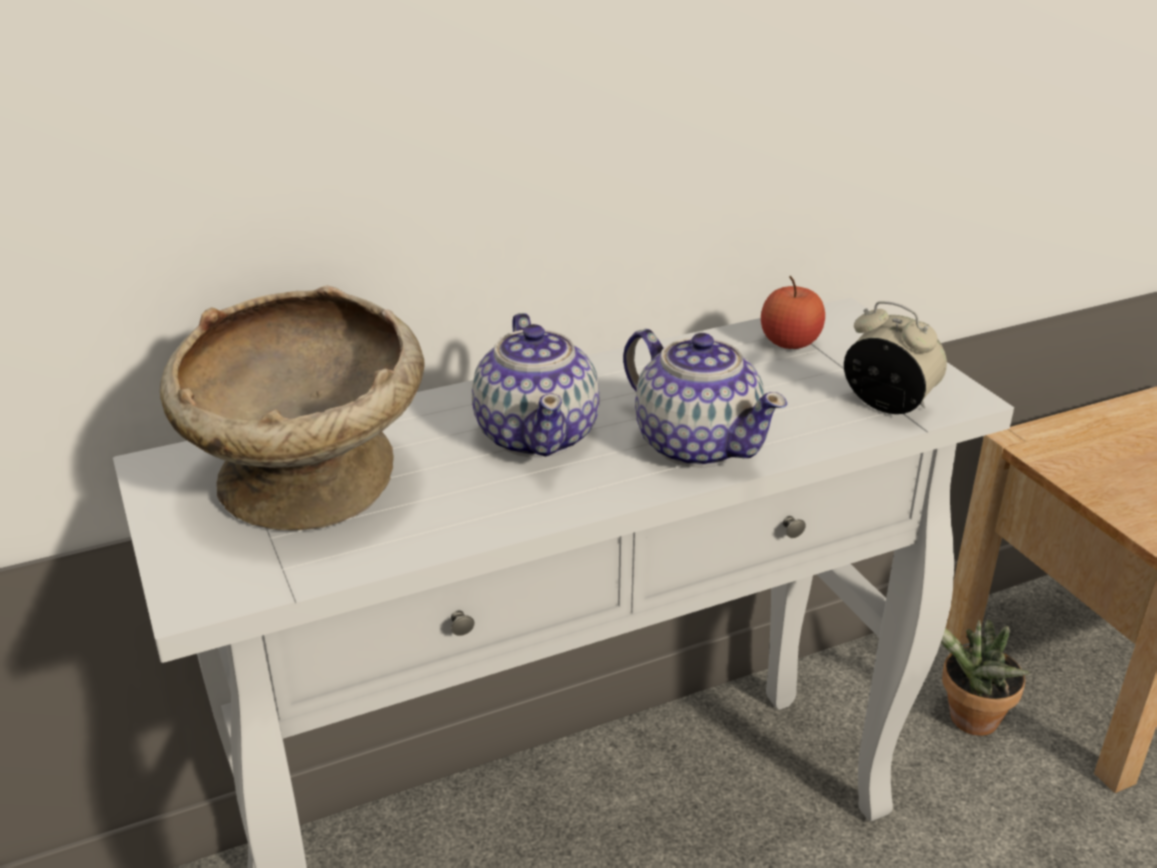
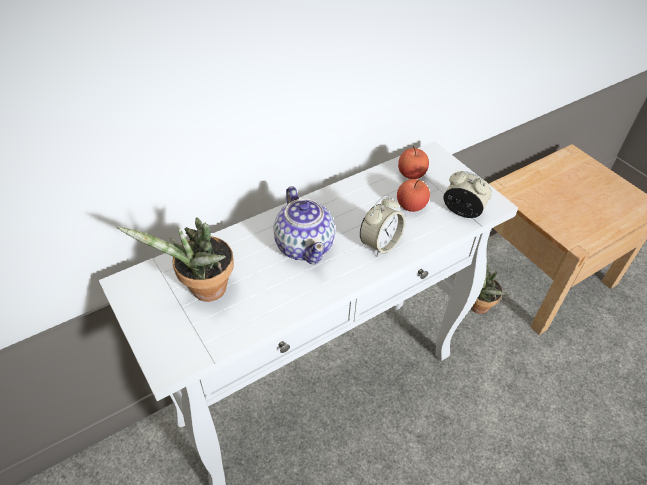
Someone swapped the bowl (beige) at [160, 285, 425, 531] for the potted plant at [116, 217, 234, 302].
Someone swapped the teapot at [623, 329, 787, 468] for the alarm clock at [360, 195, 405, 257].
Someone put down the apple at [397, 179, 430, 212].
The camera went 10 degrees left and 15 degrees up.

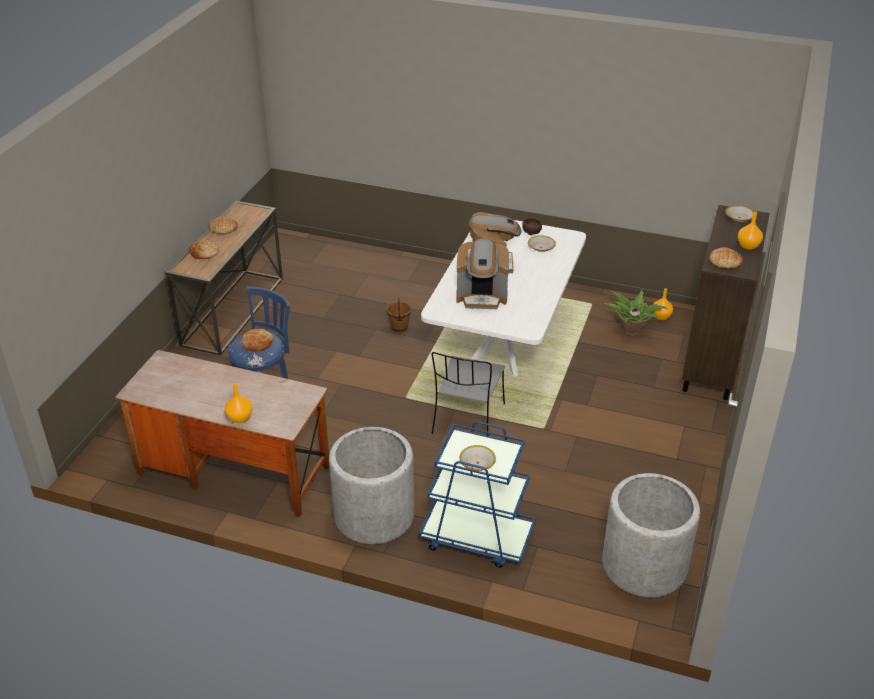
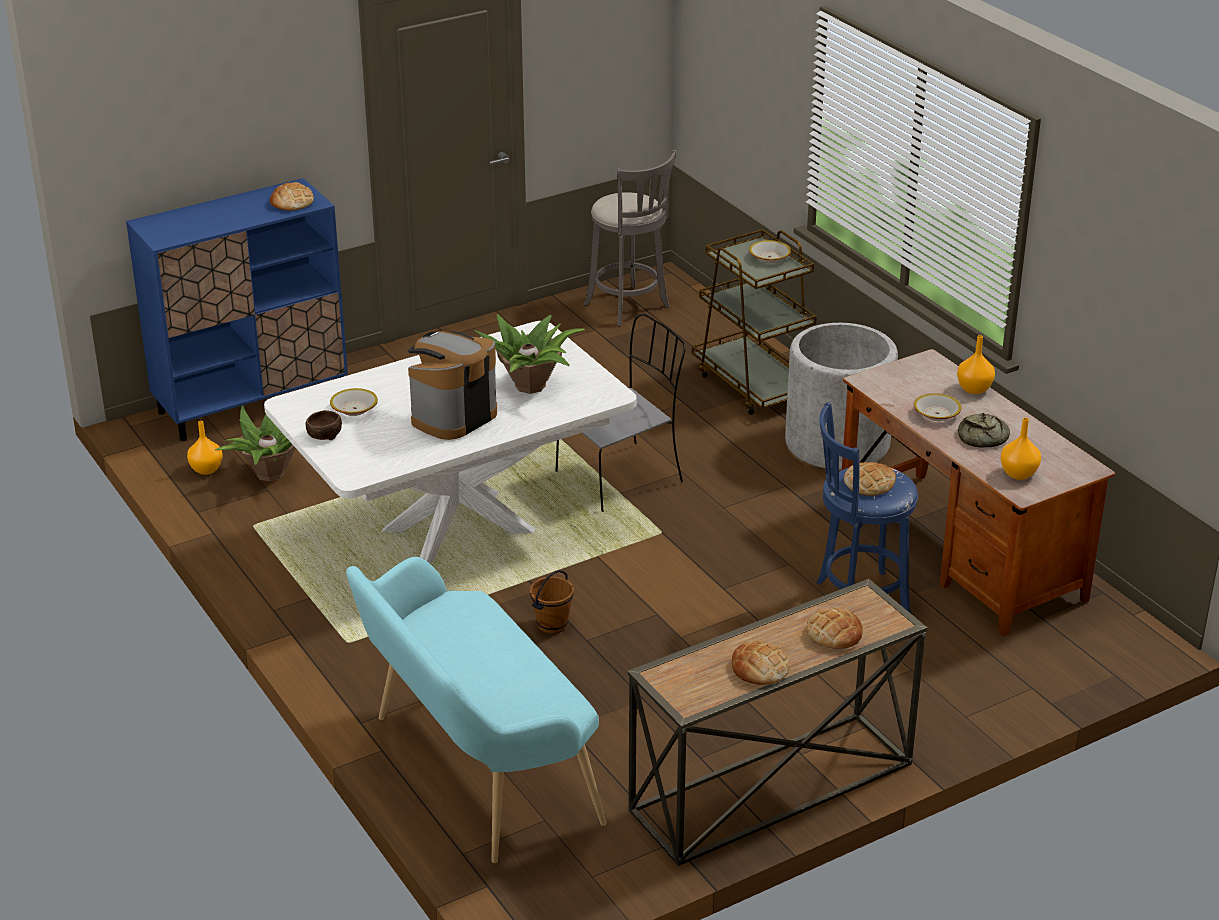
Someone repainted the cabinet (brown) at [682, 205, 770, 400], which became the cabinet (blue) at [126, 178, 348, 441].
Someone carried the bowl from [725, 205, 754, 222] to [913, 393, 962, 421].
Someone carried the vase (orange) from [738, 211, 763, 250] to [1001, 418, 1041, 480].
Someone swapped the coffee machine at [456, 238, 509, 309] for the potted plant at [474, 314, 585, 394].
Someone repainted the cart (blue) at [419, 421, 535, 568], which became the cart (brown) at [692, 229, 817, 415].
Someone swapped the planter (grey) at [602, 473, 700, 598] for the stool (grey) at [584, 150, 676, 326].
Someone put down the bread at [958, 413, 1010, 447].
Someone put down the bench (turquoise) at [346, 557, 607, 863].
The camera went 140 degrees left and 5 degrees down.

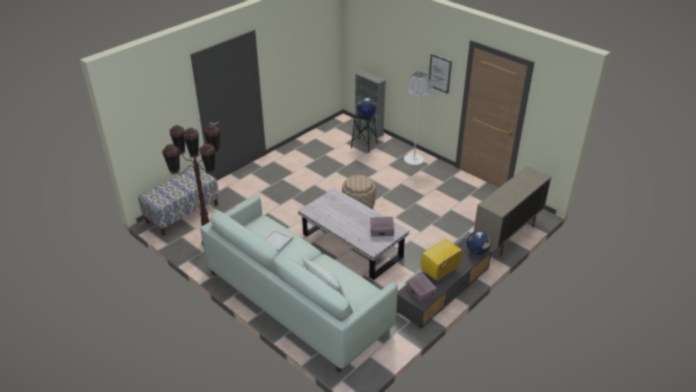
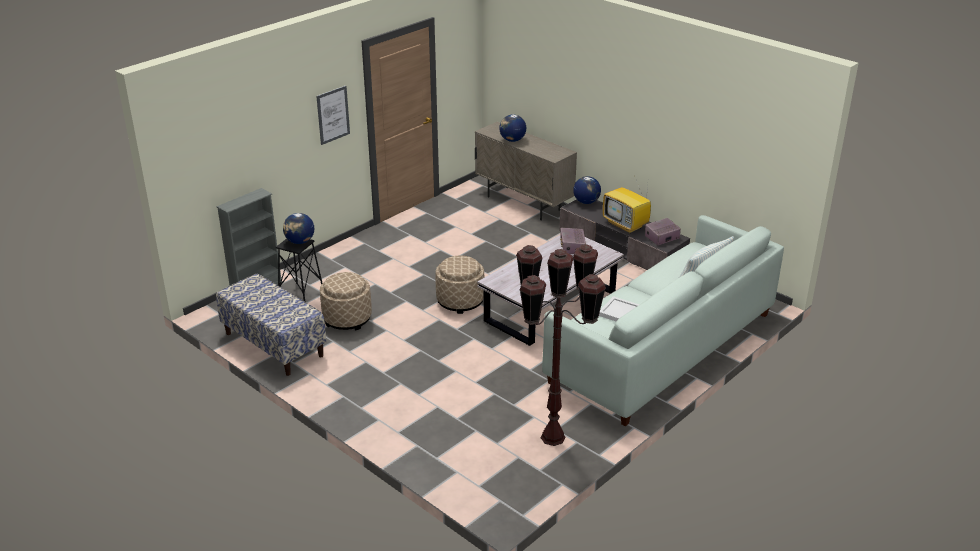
Someone took away the floor lamp (white) at [404, 71, 432, 165].
Someone carried the bench from [138, 168, 219, 236] to [216, 274, 326, 376].
Someone put down the globe at [499, 114, 526, 142].
Someone put down the ottoman (beige) at [320, 272, 372, 331].
The camera went 90 degrees left and 5 degrees down.

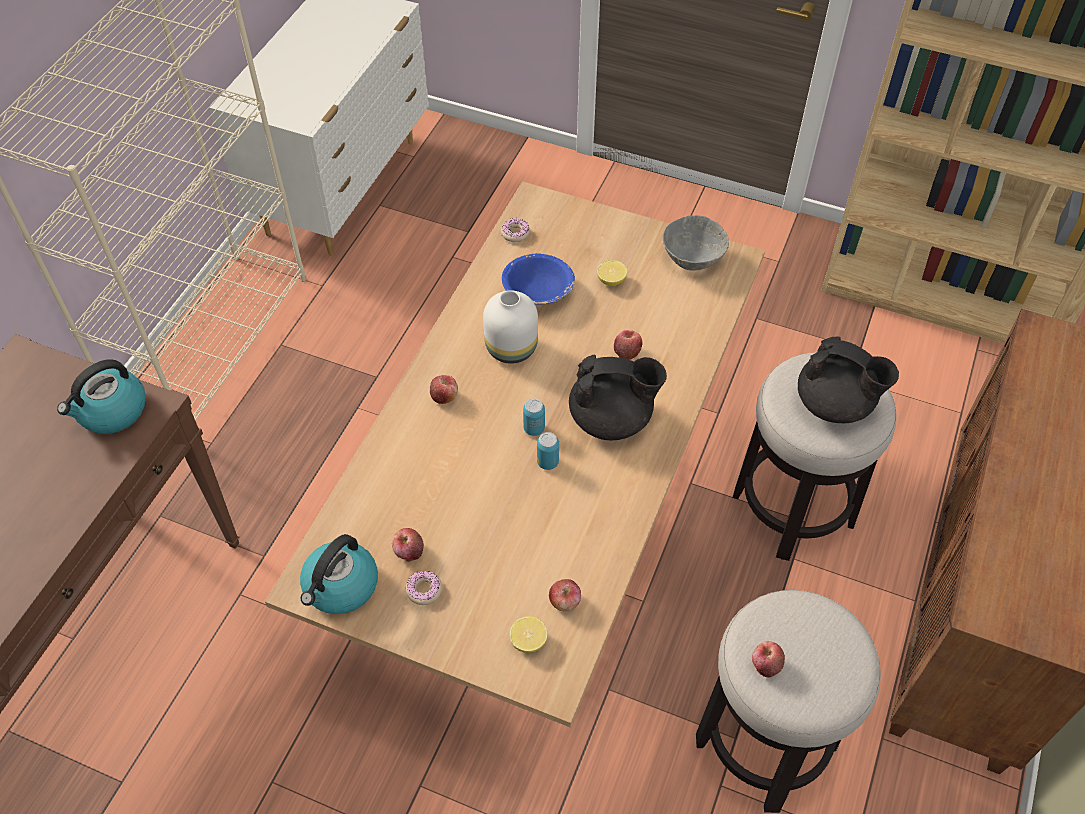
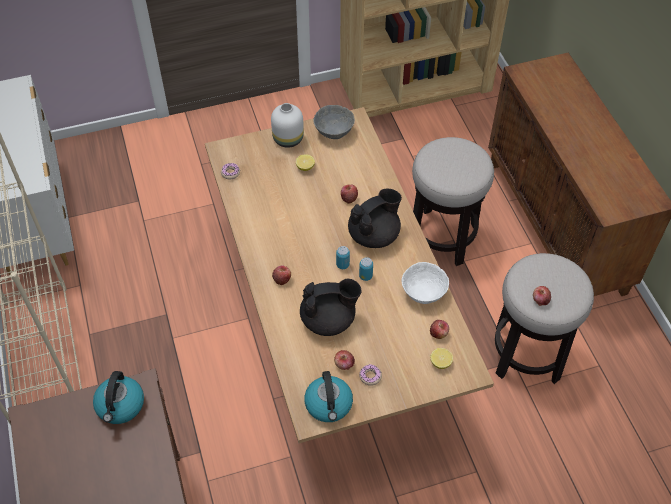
Someone took away the bowl (blue) at [502, 253, 575, 305].
Someone carried the vase (white) from [483, 290, 538, 364] to [271, 103, 304, 148].
Someone carried the teapot (black) from [798, 337, 899, 423] to [300, 279, 362, 336].
Someone put down the bowl (white) at [402, 262, 449, 304].
The camera went 40 degrees left and 0 degrees up.

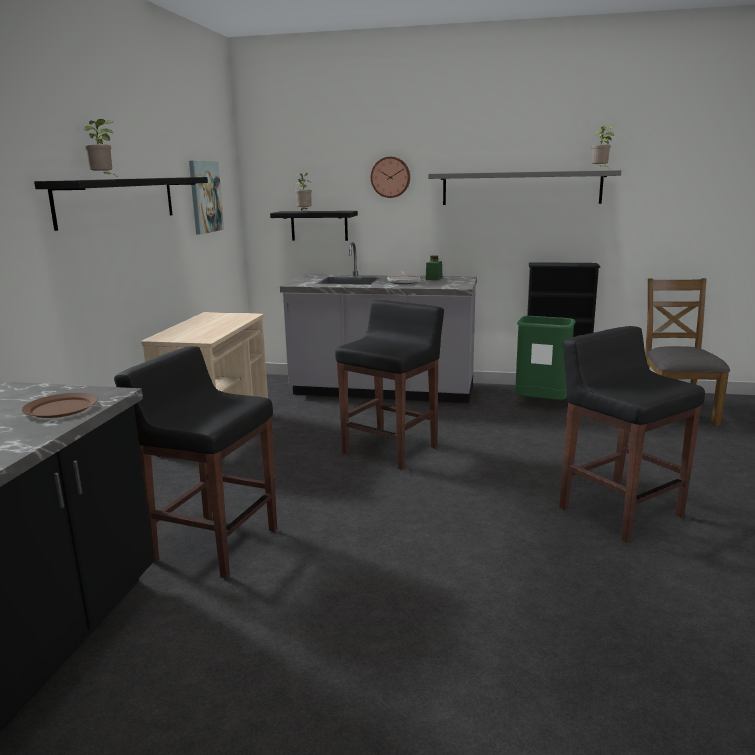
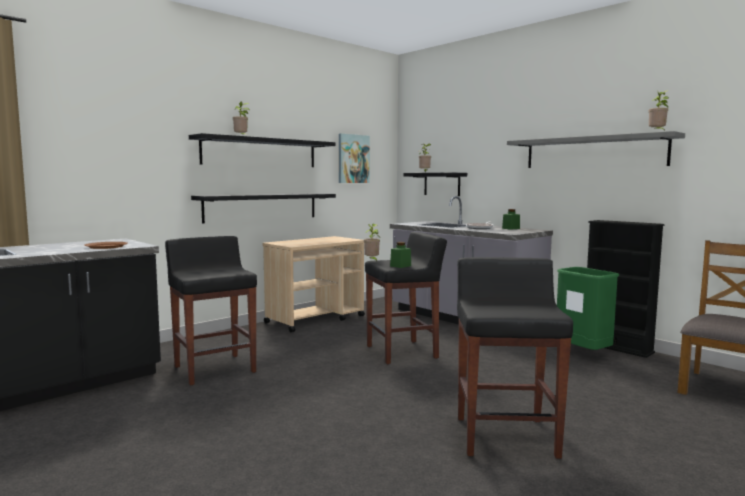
Someone took away the wall clock at [371, 157, 410, 198].
Someone put up the shelf (black) at [191, 193, 336, 223].
Someone put down the potted plant at [364, 224, 380, 262].
Someone put down the jar (green) at [390, 242, 411, 268].
The camera went 35 degrees right and 10 degrees down.

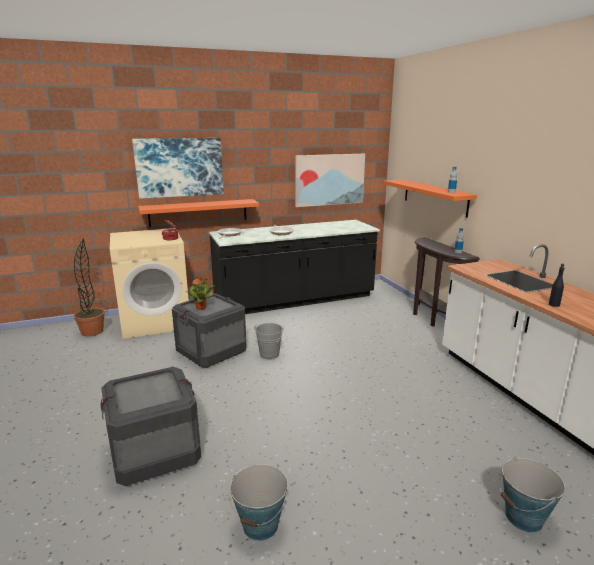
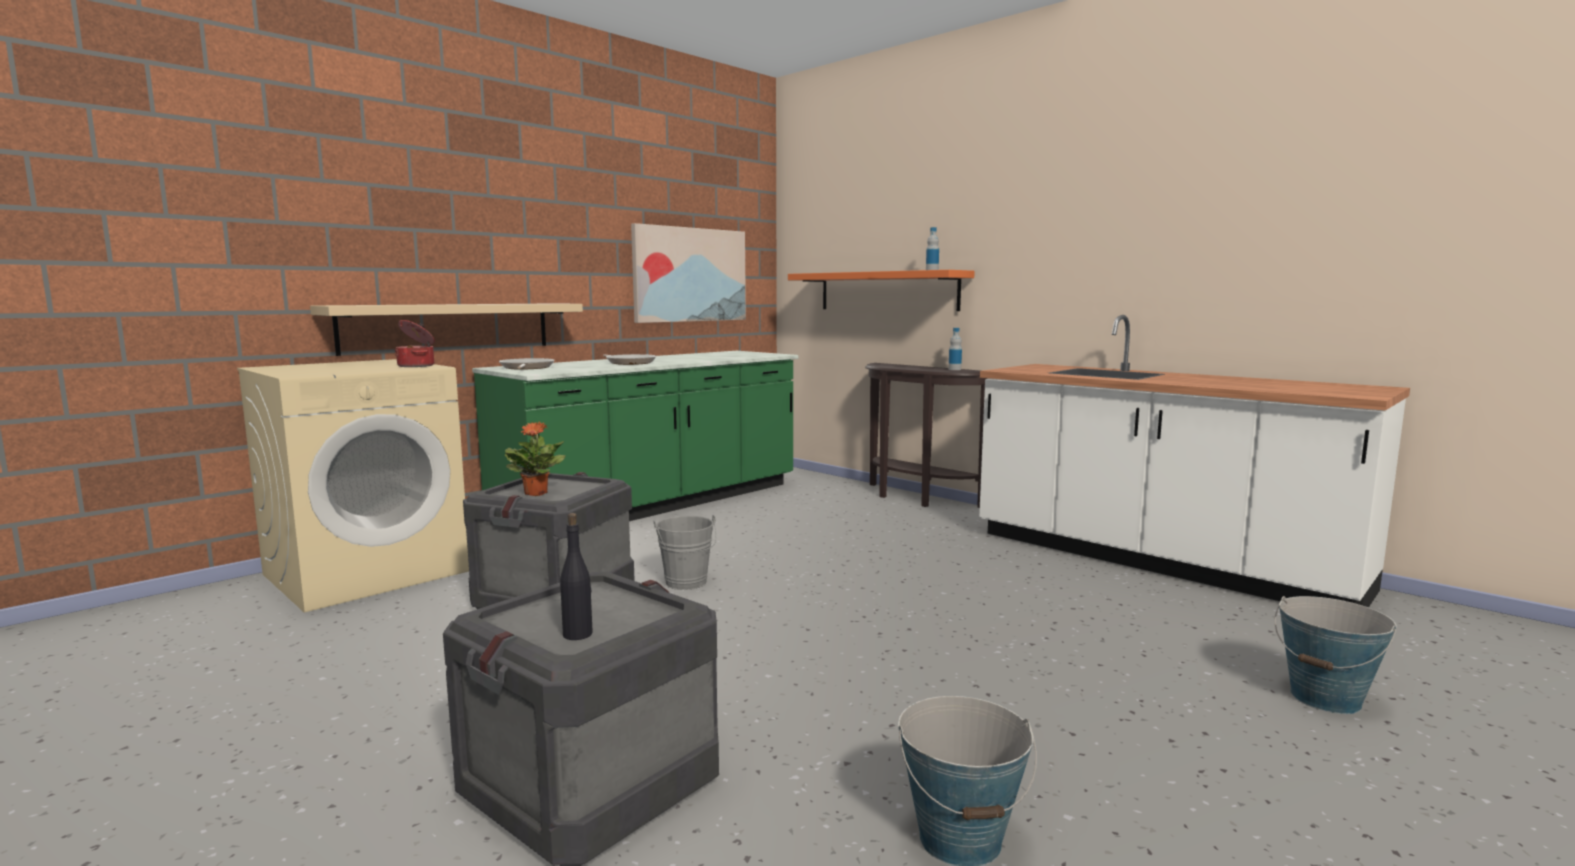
Someone took away the picture at [132, 138, 224, 199].
Someone repainted the shelf (orange) at [138, 199, 259, 227], which became the shelf (beige) at [310, 303, 583, 356].
Someone repainted the counter (black) at [209, 220, 380, 314], which became the counter (green) at [472, 351, 798, 521].
Someone took away the potted plant at [73, 238, 105, 336].
Someone carried the bottle (black) from [549, 264, 564, 307] to [560, 513, 593, 640].
The camera went 25 degrees left and 10 degrees down.

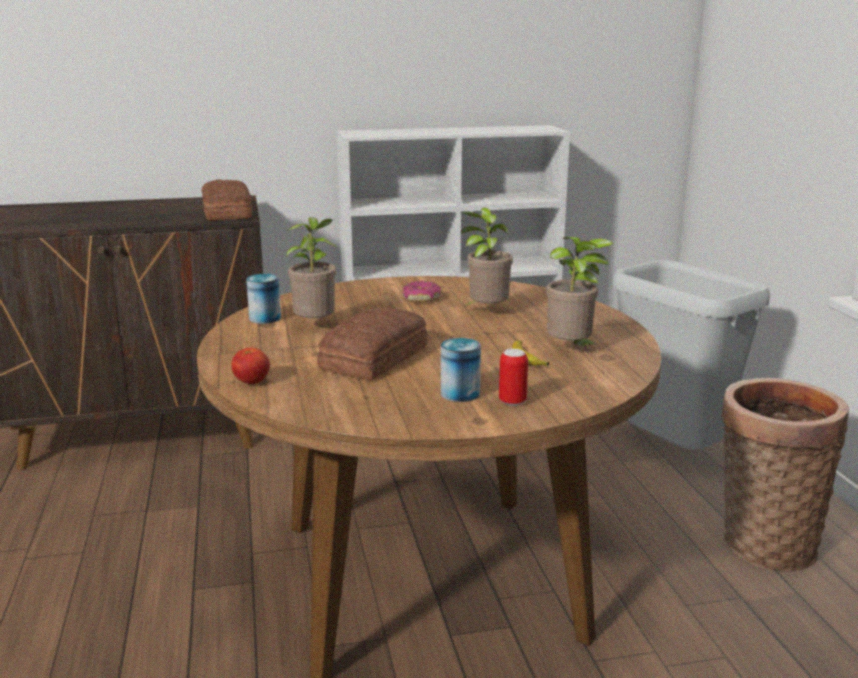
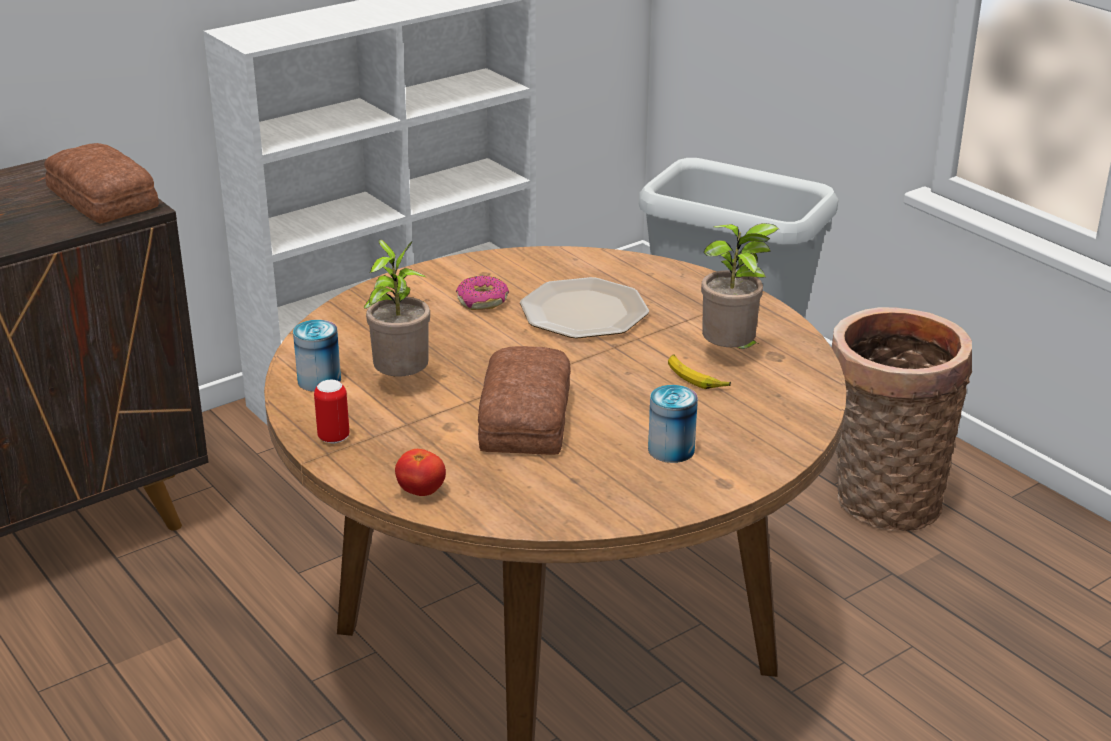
Someone swapped the potted plant at [461, 207, 513, 308] for the plate at [520, 277, 649, 338].
Someone carried the can from [499, 349, 528, 406] to [314, 380, 350, 444].
The camera went 25 degrees left and 10 degrees up.

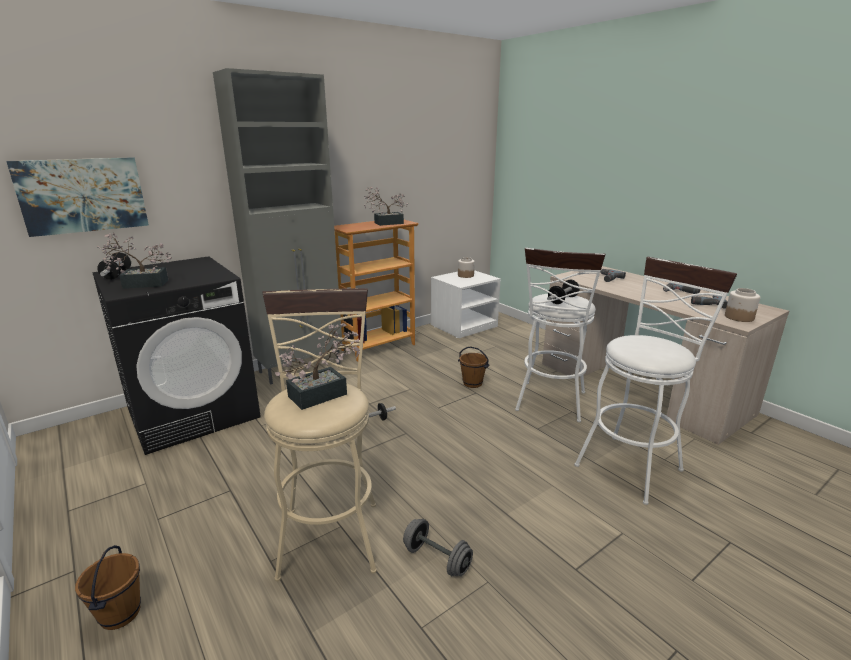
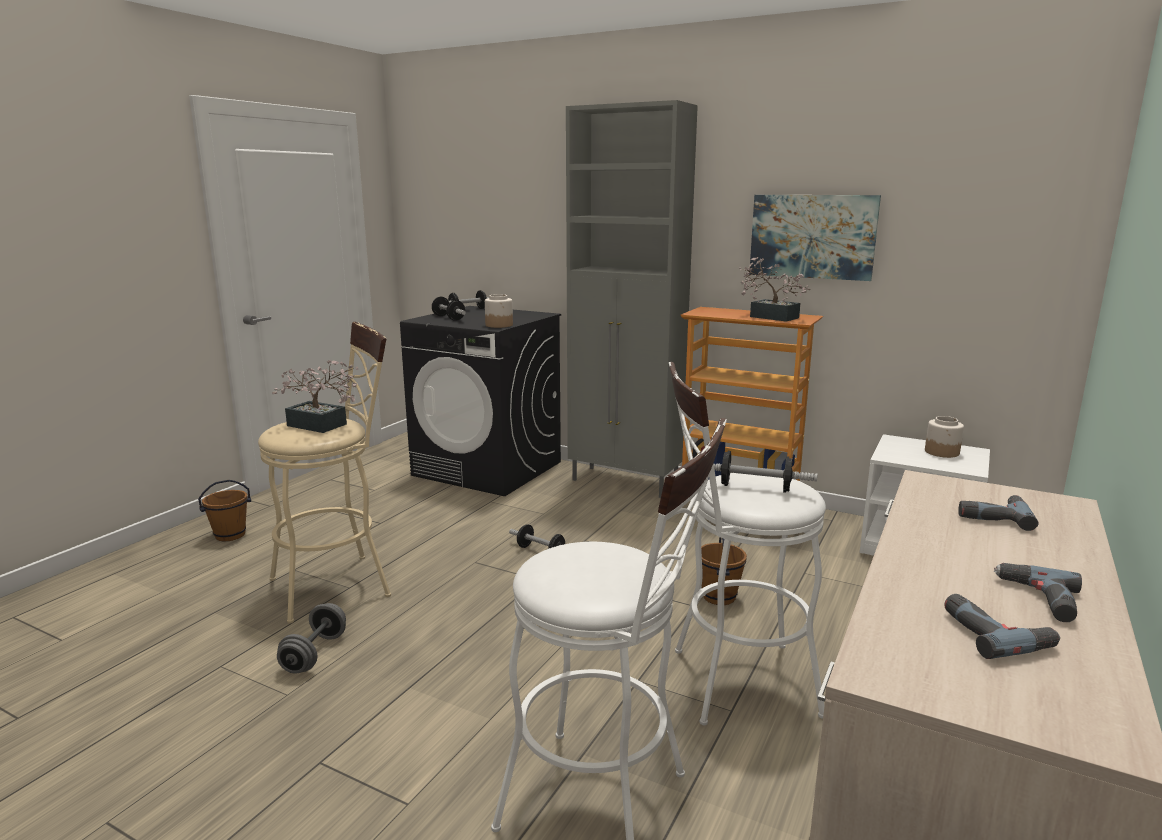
Someone carried the picture from [6, 157, 149, 237] to [749, 195, 881, 281].
Someone swapped the potted plant at [97, 233, 172, 289] for the dumbbell at [432, 297, 466, 321].
Someone carried the jar from [725, 288, 760, 322] to [485, 294, 513, 328].
The camera went 65 degrees right and 5 degrees down.

